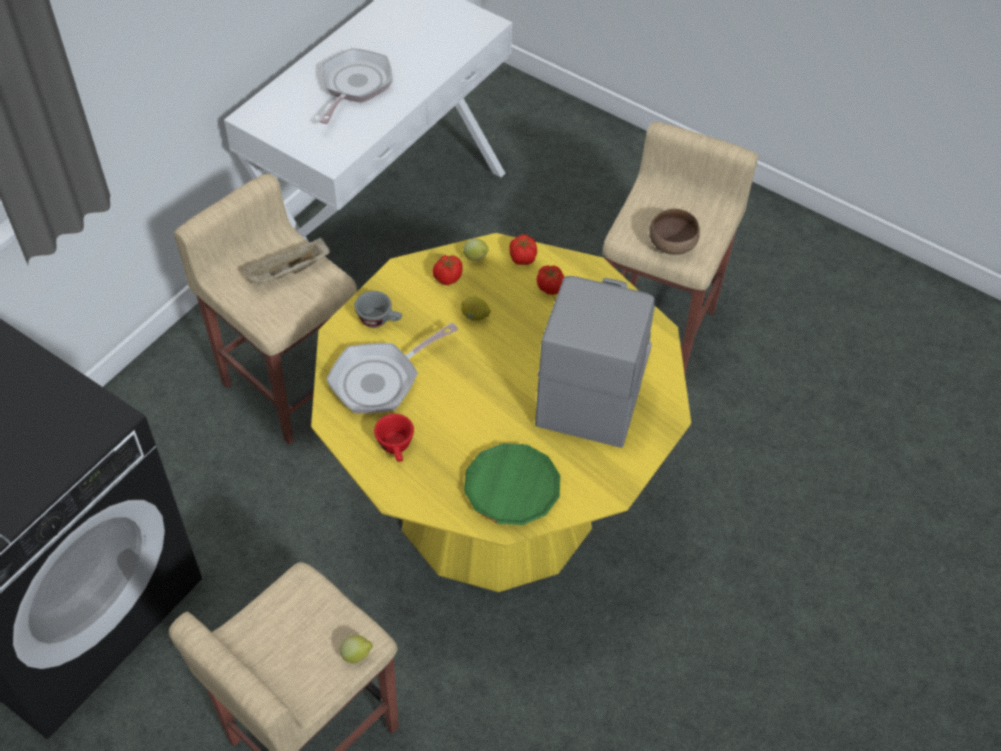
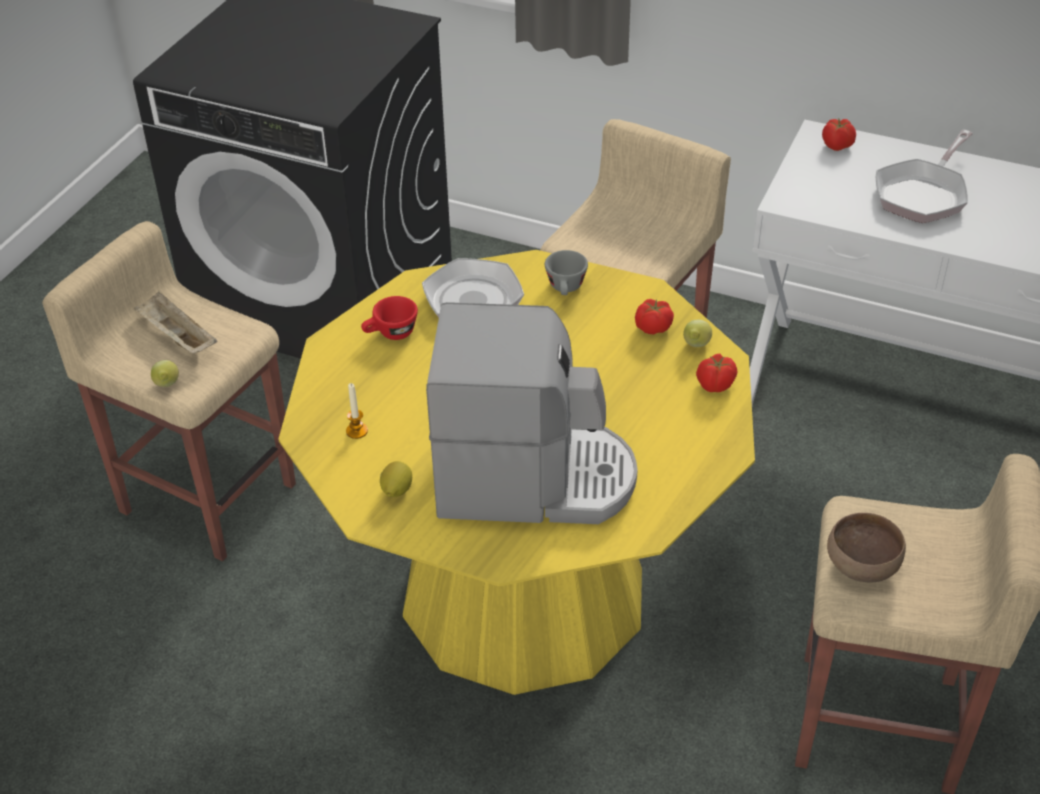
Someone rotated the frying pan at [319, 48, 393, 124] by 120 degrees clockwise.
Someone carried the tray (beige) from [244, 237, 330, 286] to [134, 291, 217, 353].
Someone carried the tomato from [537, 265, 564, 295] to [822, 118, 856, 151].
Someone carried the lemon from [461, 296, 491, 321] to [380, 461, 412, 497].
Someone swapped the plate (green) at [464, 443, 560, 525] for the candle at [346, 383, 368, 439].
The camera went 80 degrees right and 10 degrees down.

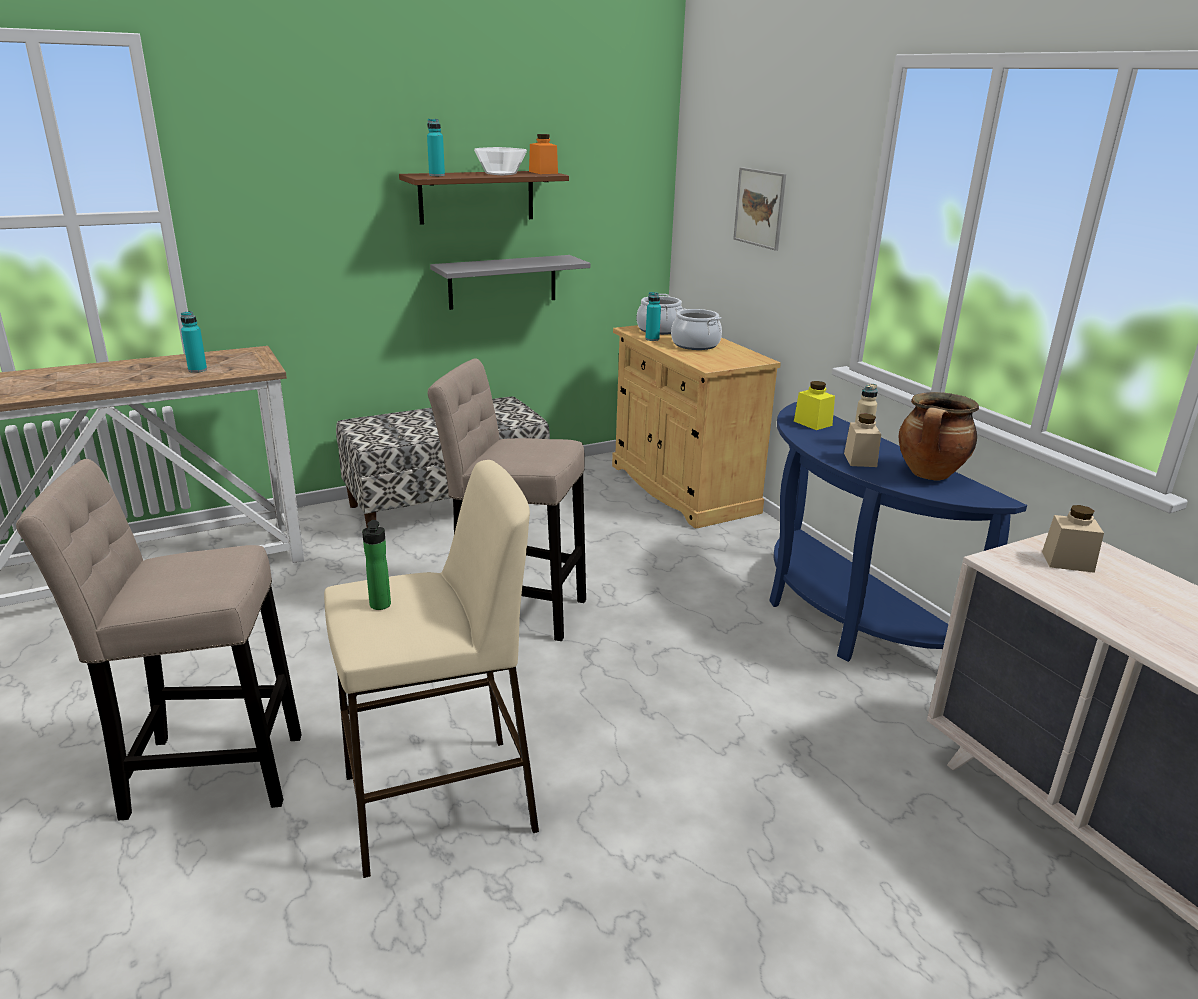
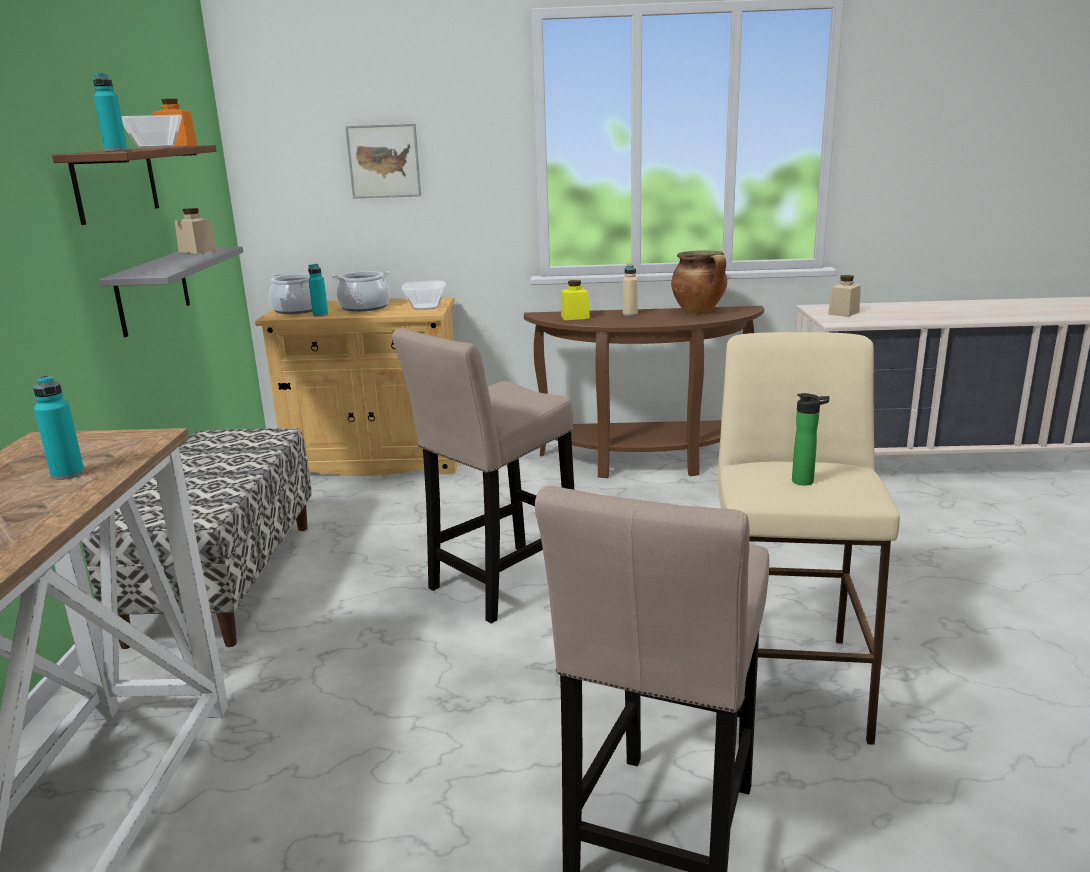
Someone repainted the console table (blue) at [769, 402, 1027, 662], which became the console table (brown) at [524, 306, 764, 478].
Someone carried the jar (beige) from [844, 413, 881, 467] to [175, 208, 217, 254].
Someone put down the bowl at [402, 280, 446, 310].
The camera went 60 degrees left and 5 degrees down.

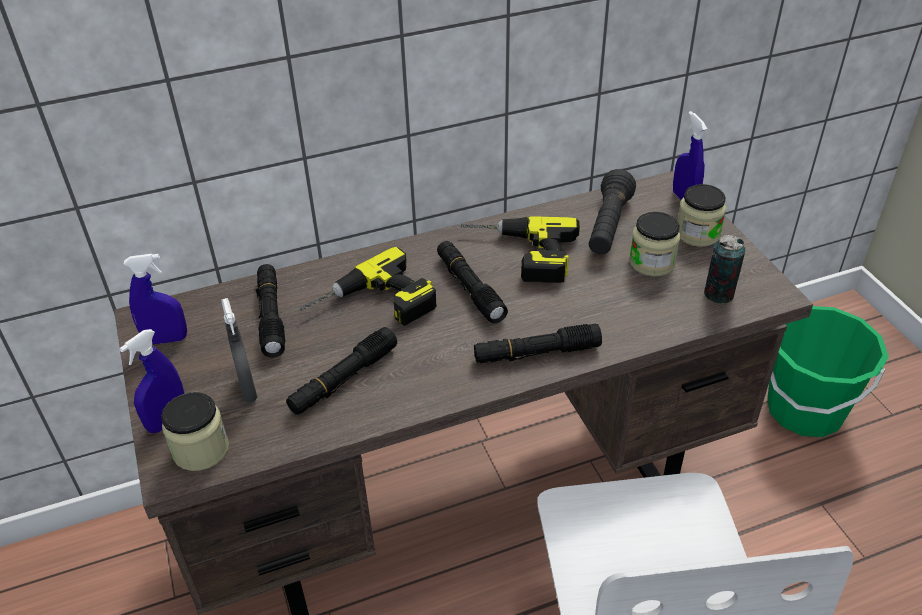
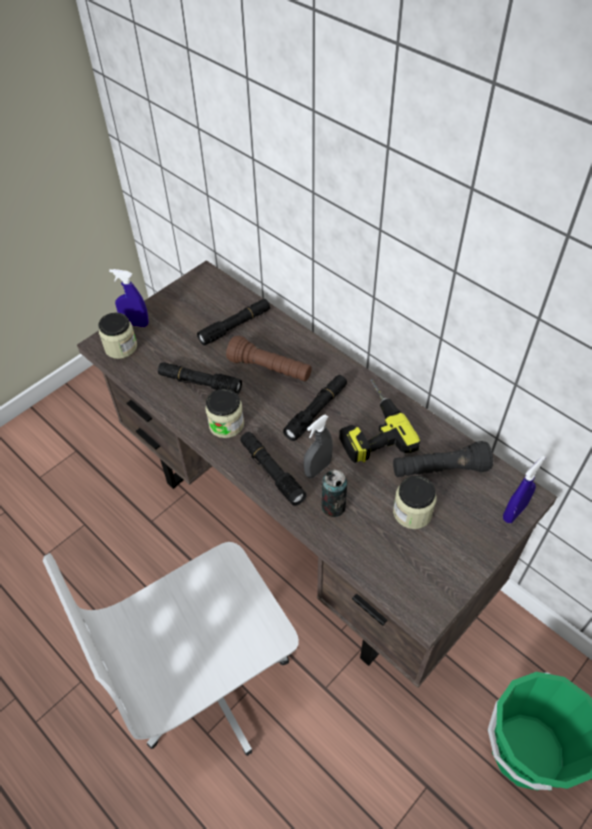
Someone carried the jar from [678, 184, 726, 247] to [205, 389, 244, 438].
Someone carried the can from [704, 235, 745, 304] to [321, 469, 347, 517].
Someone swapped the power drill at [300, 247, 437, 326] for the flashlight (brown) at [226, 336, 312, 381].
Someone took away the spray bottle (blue) at [124, 254, 187, 345].
Someone carried the spray bottle (grey) from [221, 298, 257, 403] to [304, 414, 333, 479].
The camera went 65 degrees right and 10 degrees up.

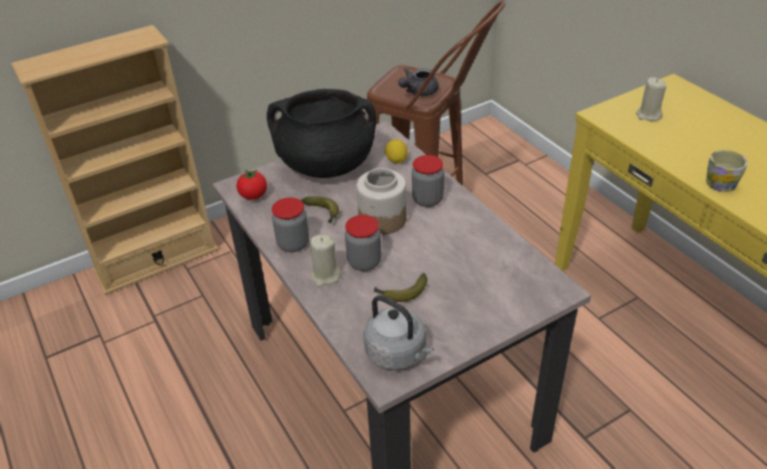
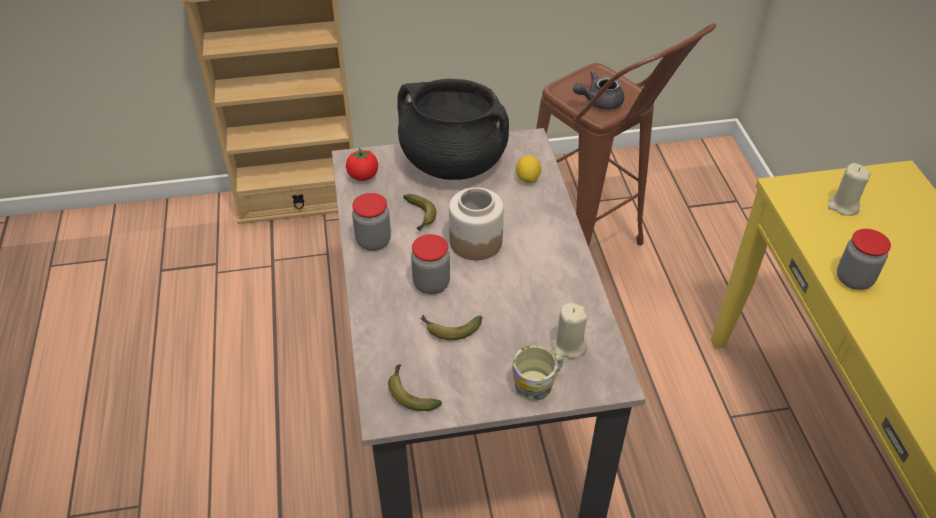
Someone carried the mug from [706, 150, 747, 192] to [512, 345, 564, 400].
Someone carried the jar from [412, 155, 444, 207] to [837, 229, 891, 290].
Someone carried the candle (beige) from [310, 235, 342, 287] to [551, 303, 587, 359].
Someone swapped the kettle (grey) at [363, 295, 434, 370] for the banana at [388, 364, 442, 411].
The camera went 20 degrees right and 5 degrees up.

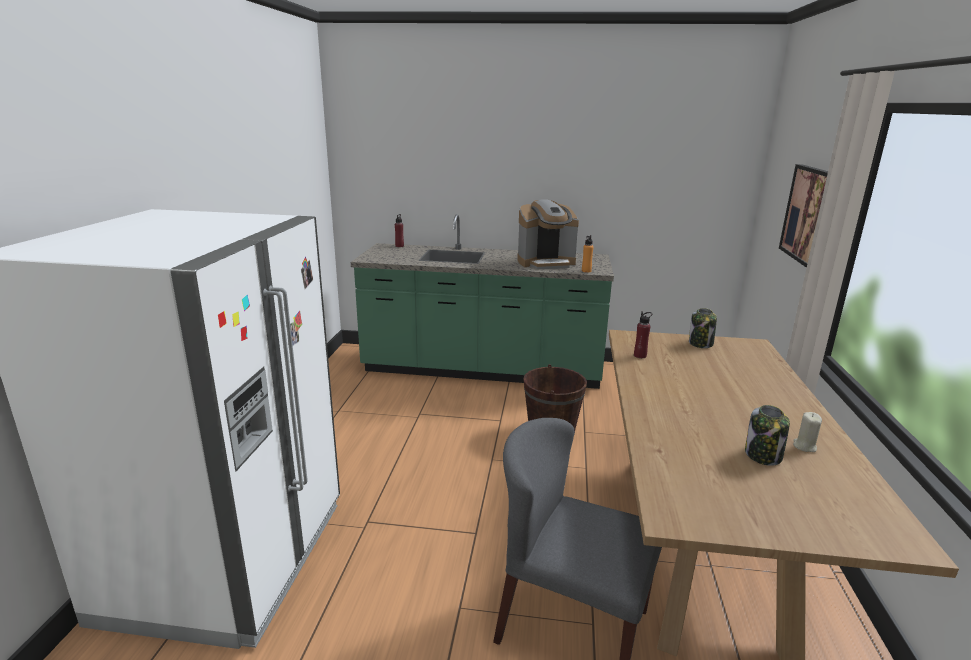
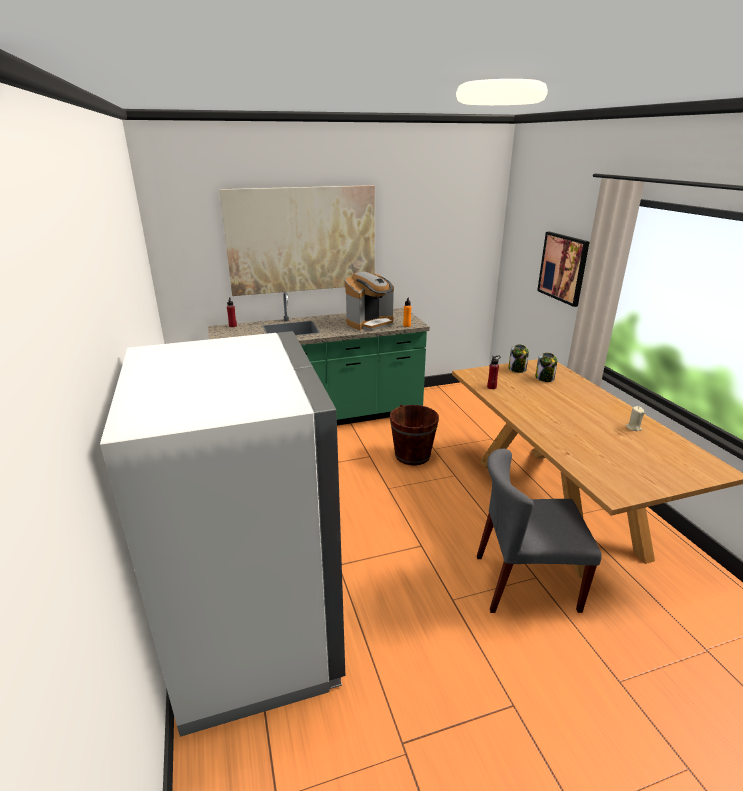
Someone carried the jar from [745, 405, 790, 466] to [536, 352, 557, 382].
Someone put up the picture at [219, 185, 375, 296].
The camera went 25 degrees left and 5 degrees up.

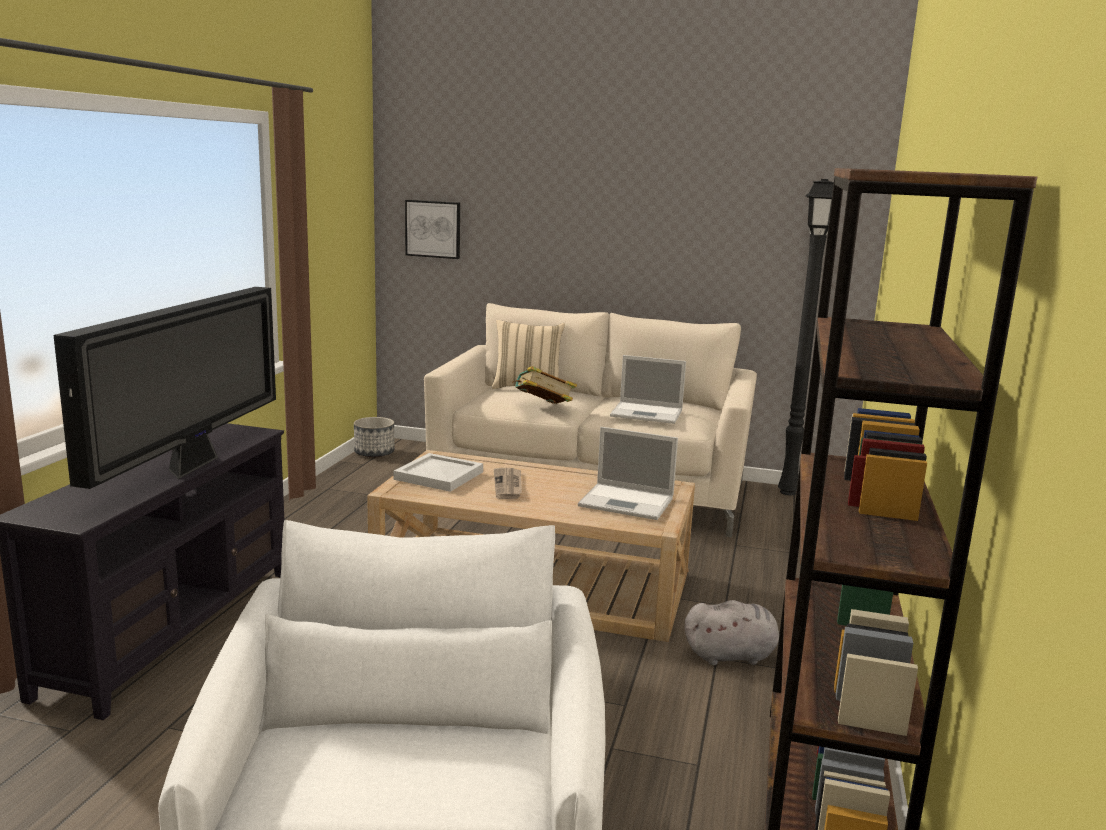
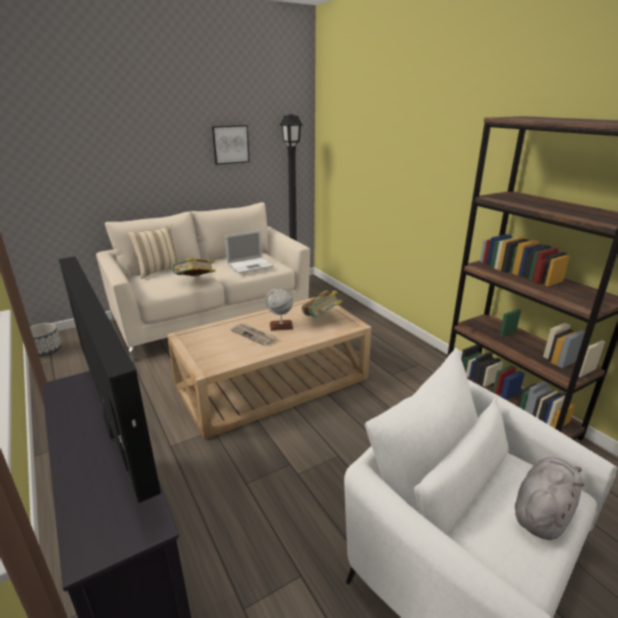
Someone carried the picture from [405, 200, 460, 259] to [212, 125, 250, 165].
Someone swapped the laptop at [578, 427, 678, 520] for the book at [302, 291, 343, 317].
Someone took away the tray (white) at [394, 453, 483, 492].
Someone carried the plush toy (grey) from [685, 600, 780, 665] to [515, 457, 584, 540].
Someone put down the globe at [266, 289, 293, 331].
The camera went 45 degrees left and 10 degrees up.

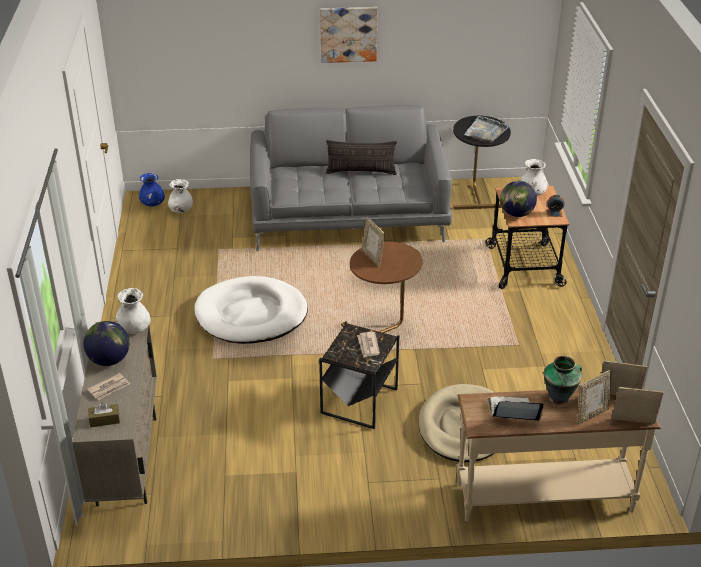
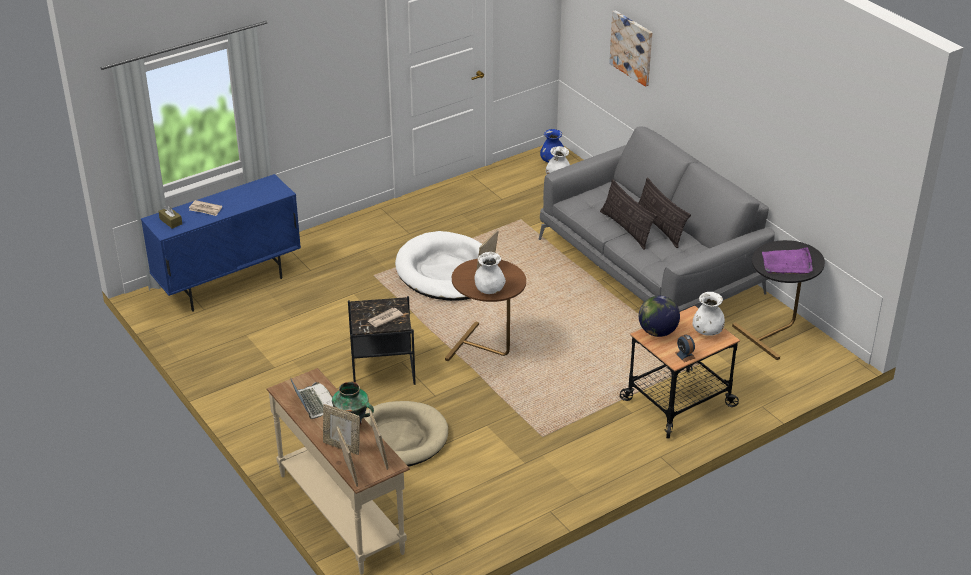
Someone carried the picture from [320, 7, 377, 63] to [609, 10, 652, 87].
Someone repainted the tray (grey) at [464, 116, 509, 143], which became the tray (purple) at [762, 247, 813, 274].
Someone carried the vase (white) from [116, 288, 151, 334] to [474, 252, 506, 294].
Someone repainted the cabinet (beige) at [72, 321, 157, 507], which became the cabinet (blue) at [141, 174, 301, 312].
Someone took away the globe at [83, 321, 129, 366].
Someone put down the pillow at [600, 179, 657, 249].
The camera went 60 degrees right and 0 degrees up.

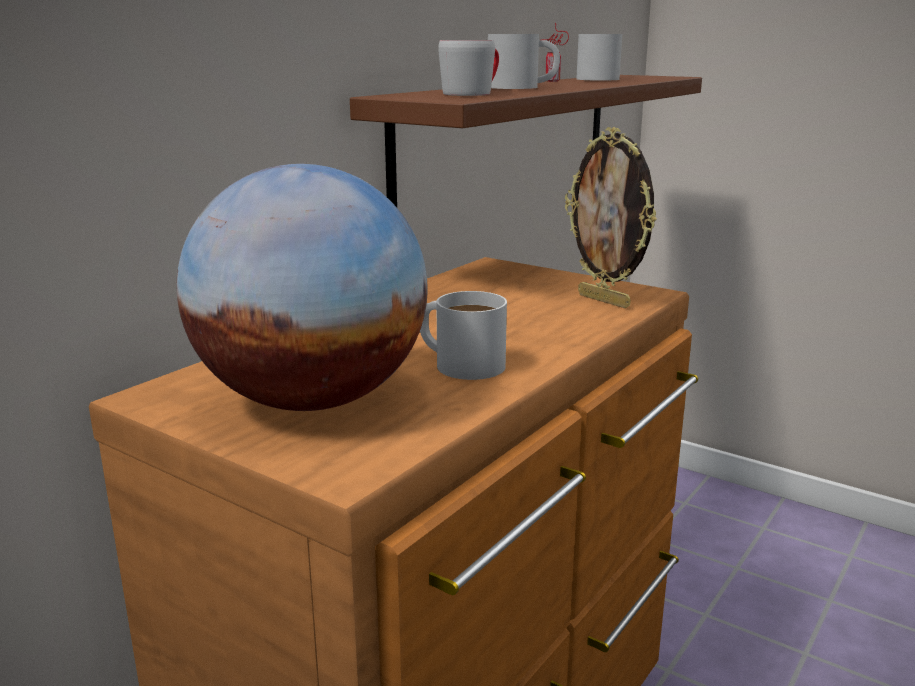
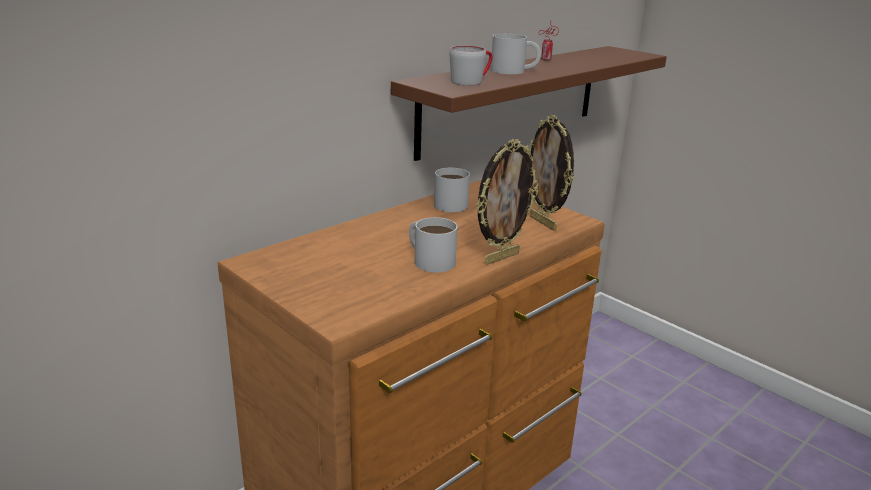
Someone carried the mug (white) from [576, 34, 622, 81] to [434, 168, 470, 212].
Someone took away the globe at [177, 164, 428, 411].
Someone put down the picture frame at [476, 139, 539, 265].
The camera went 10 degrees right and 5 degrees up.

